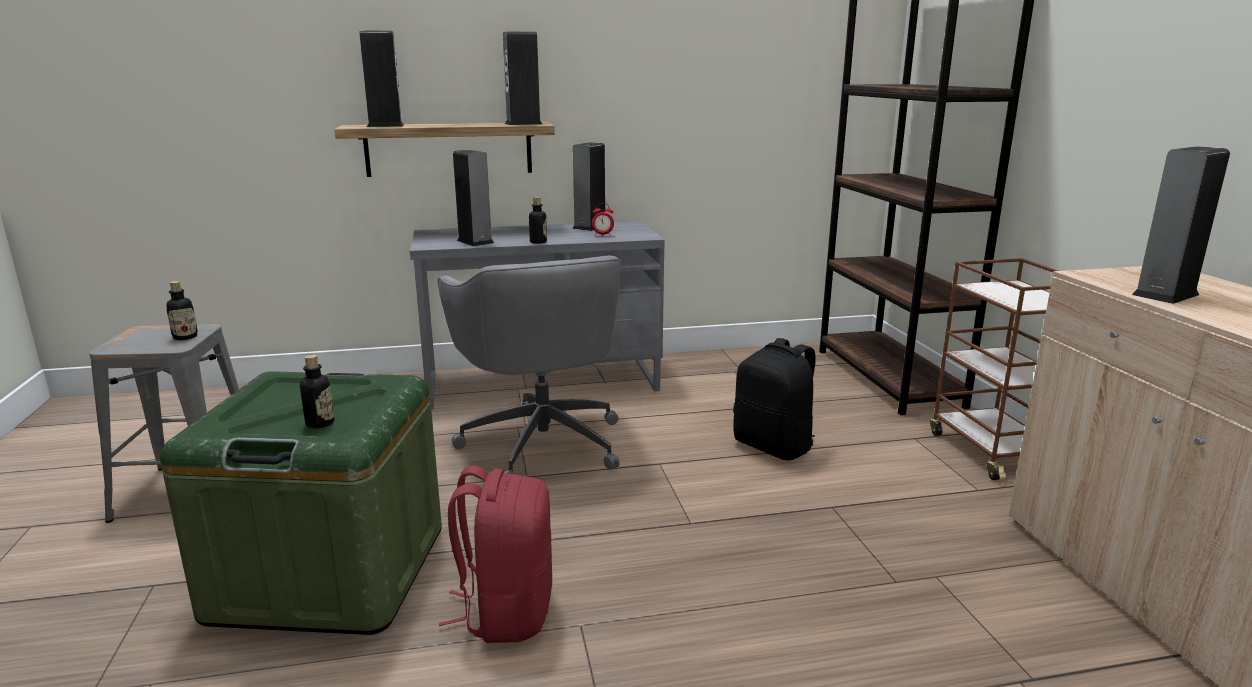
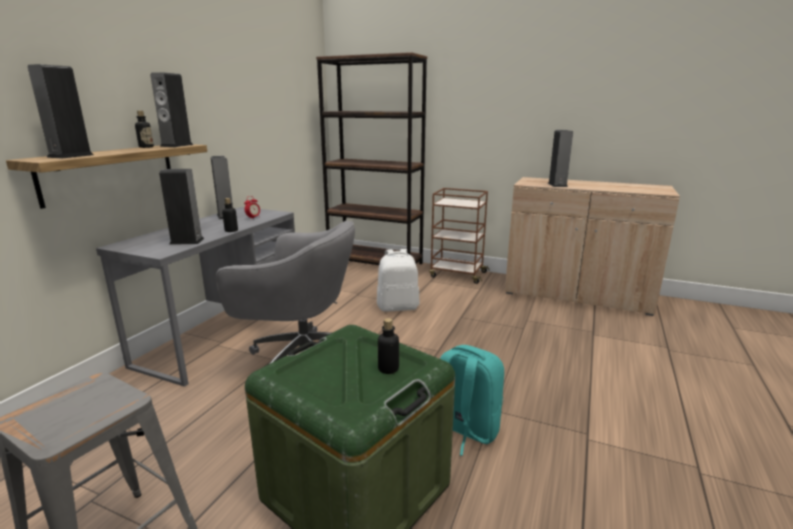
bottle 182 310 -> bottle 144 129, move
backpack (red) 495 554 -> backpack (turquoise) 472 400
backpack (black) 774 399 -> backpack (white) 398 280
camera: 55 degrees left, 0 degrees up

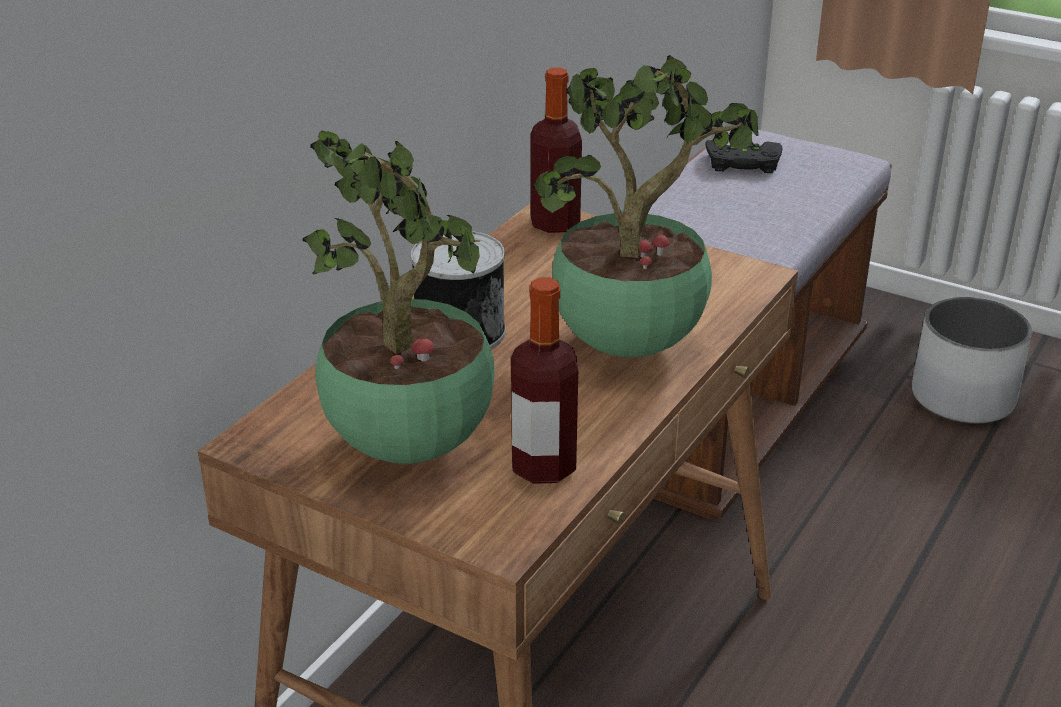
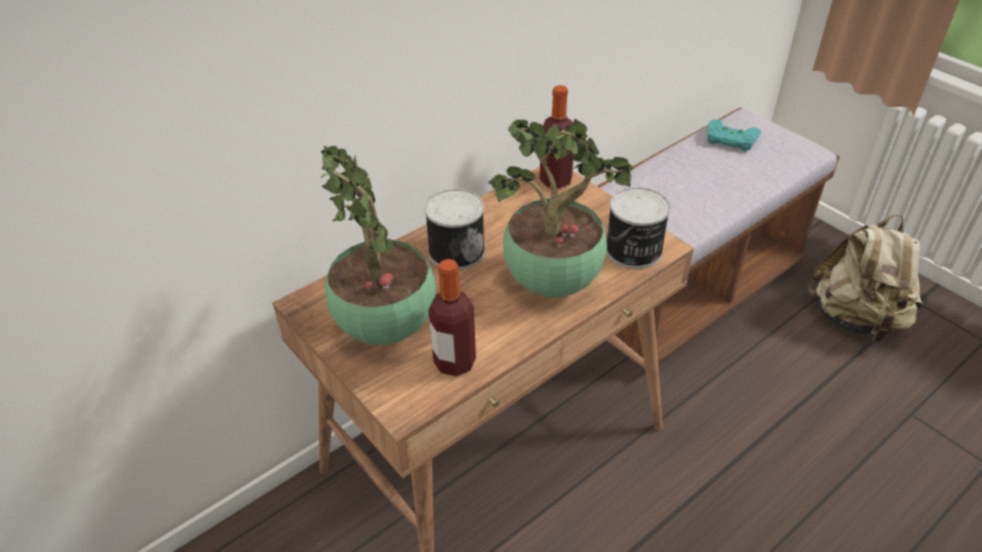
none -> can 638 228
planter (white) 972 360 -> backpack (beige) 865 278
game controller (black) 744 156 -> game controller (turquoise) 734 136
camera: 20 degrees right, 10 degrees up

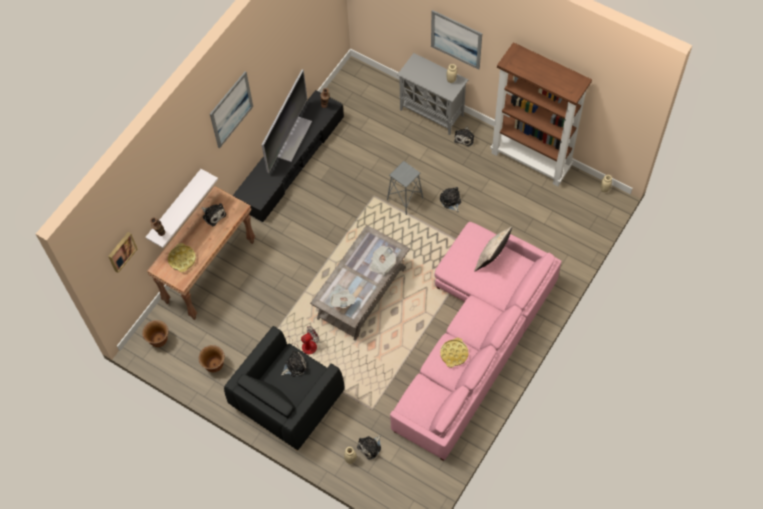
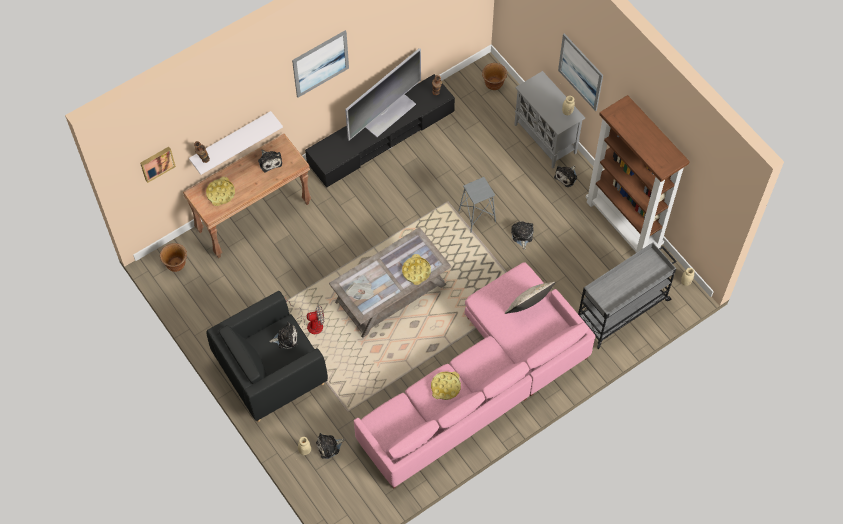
none -> cart (grey) 627 295
planter (brown) 212 358 -> planter (brown) 494 76, move
newspaper 382 260 -> tray (yellow) 416 269
camera: 20 degrees right, 0 degrees up

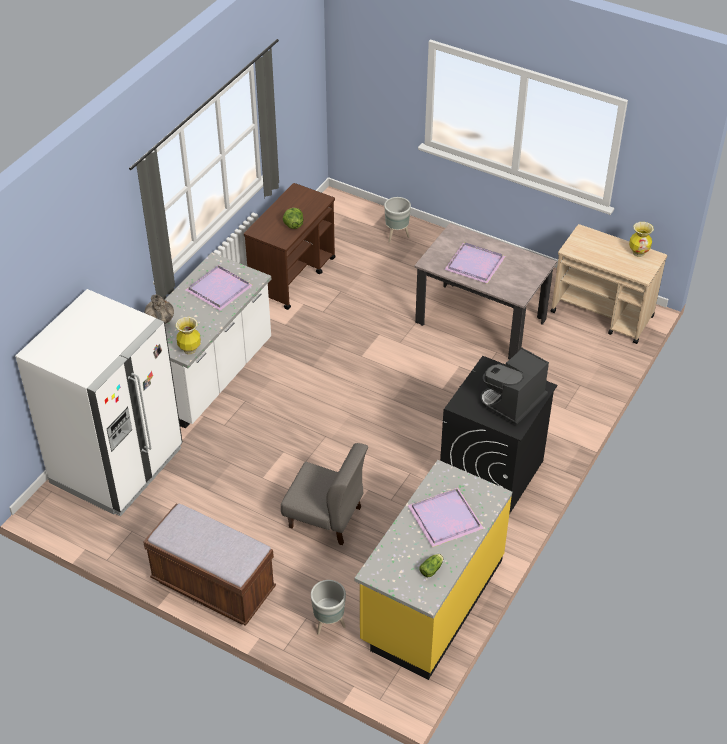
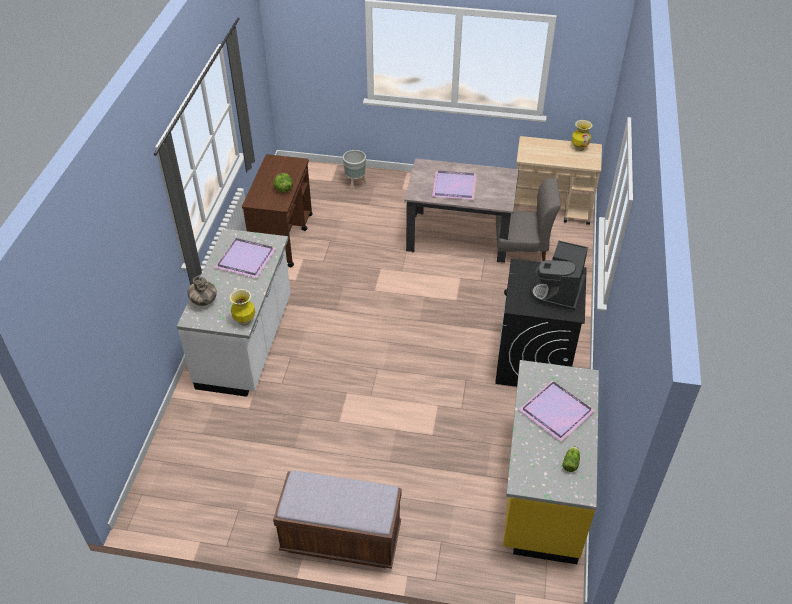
fridge (white) 99 403 -> none
planter (grey) 328 607 -> none
chair (grey) 324 494 -> chair (grey) 528 219, move
camera: 20 degrees left, 0 degrees up

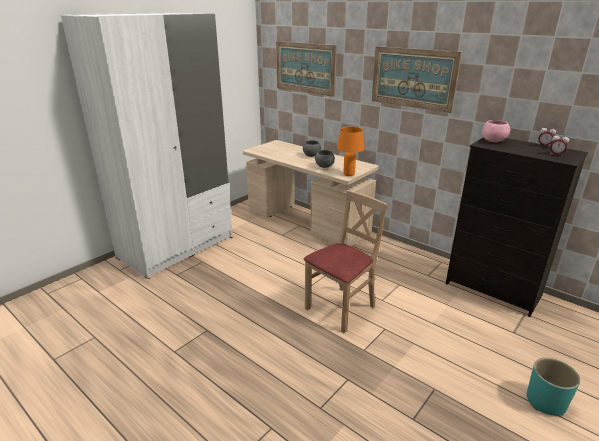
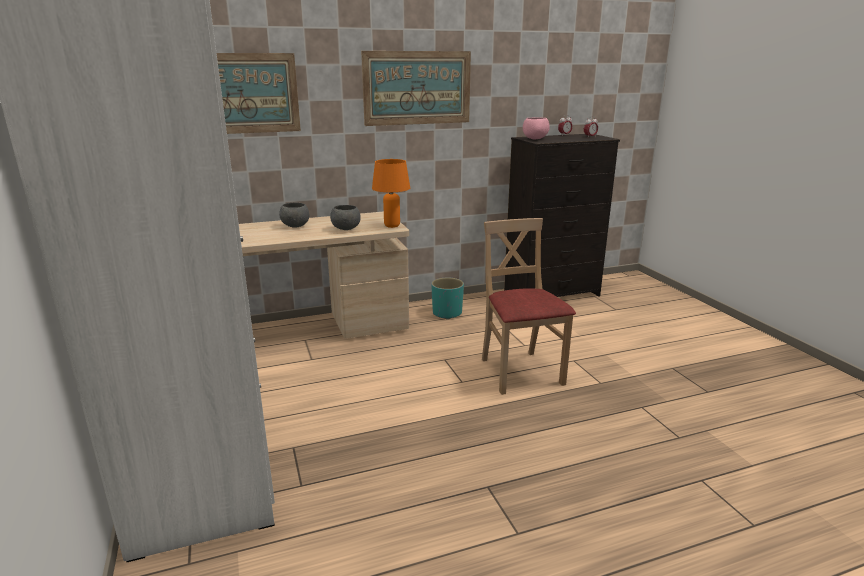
planter (turquoise) 553 387 -> planter (turquoise) 447 299, move
camera: 60 degrees left, 5 degrees down

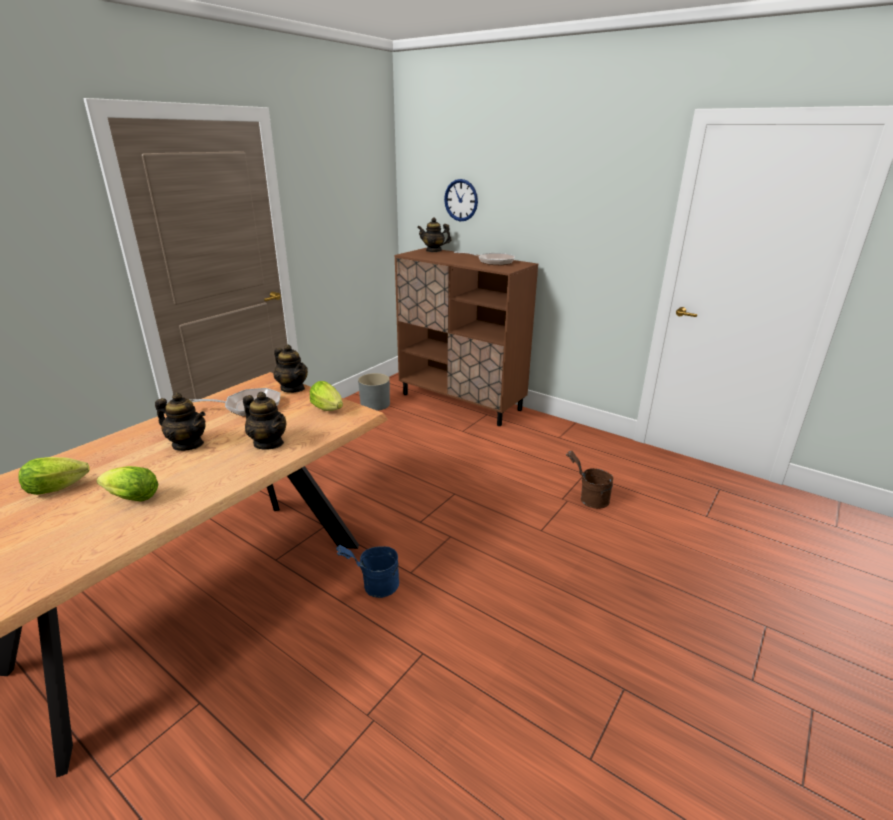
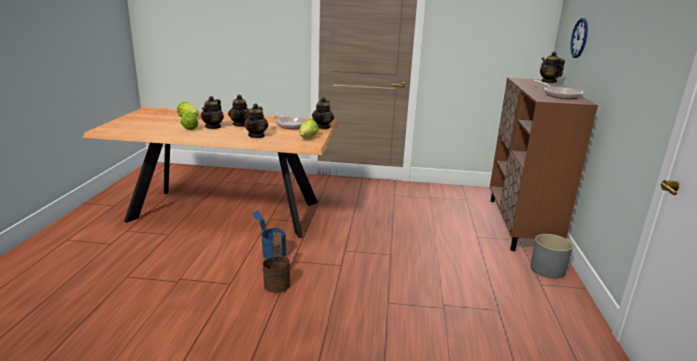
none -> teapot 212 112
planter (grey) 374 392 -> planter (grey) 551 256, move
bucket (brown) 589 479 -> bucket (brown) 276 262, move
camera: 60 degrees right, 5 degrees down

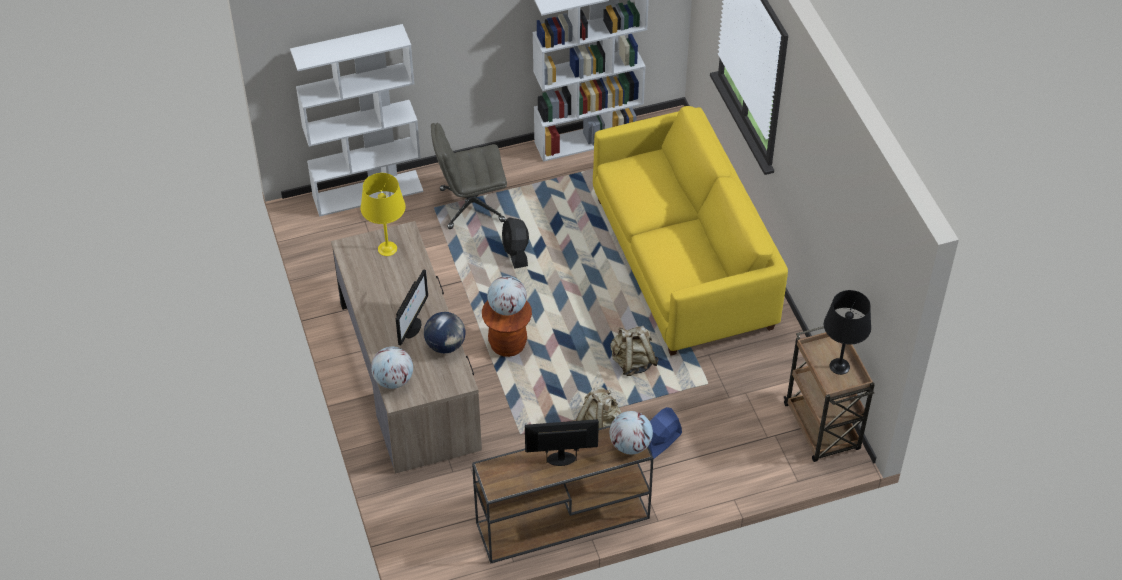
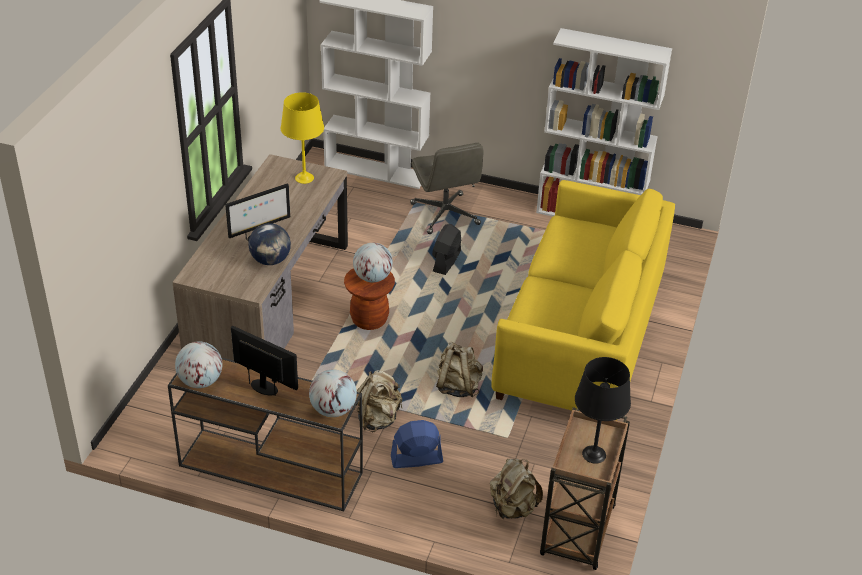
none -> backpack (beige) 516 488
globe 392 368 -> globe 198 364, move
office chair (grey) 469 176 -> office chair (grey) 447 188, 135 degrees counterclockwise
camera: 35 degrees right, 10 degrees down

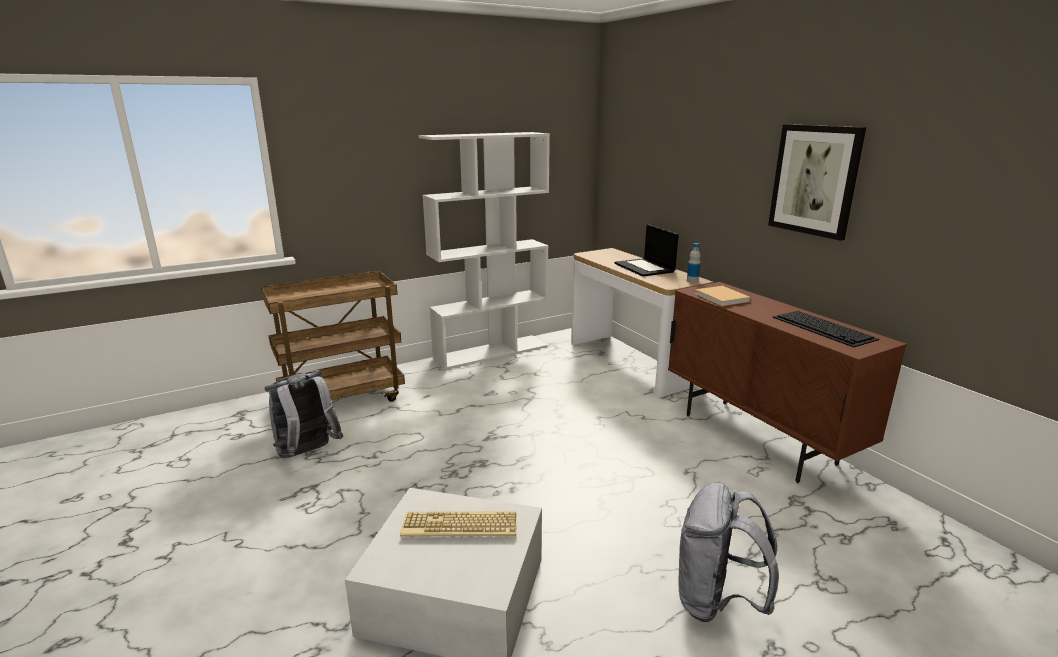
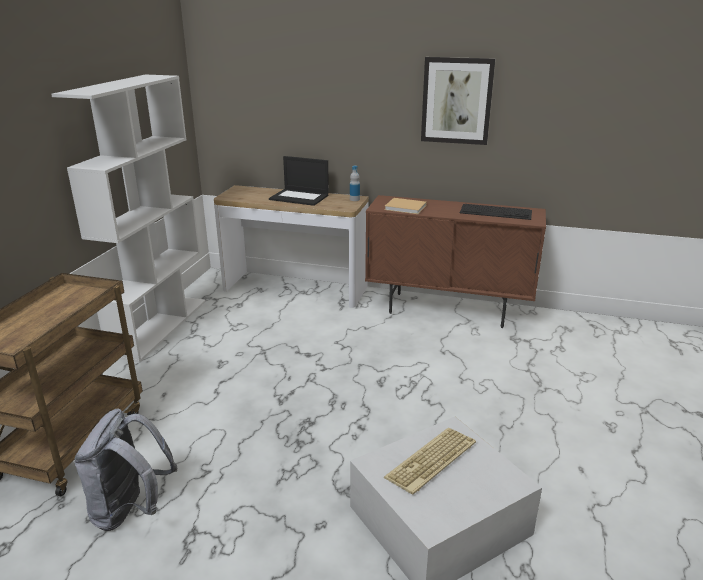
backpack (grey) 728 552 -> none
camera: 45 degrees left, 5 degrees up

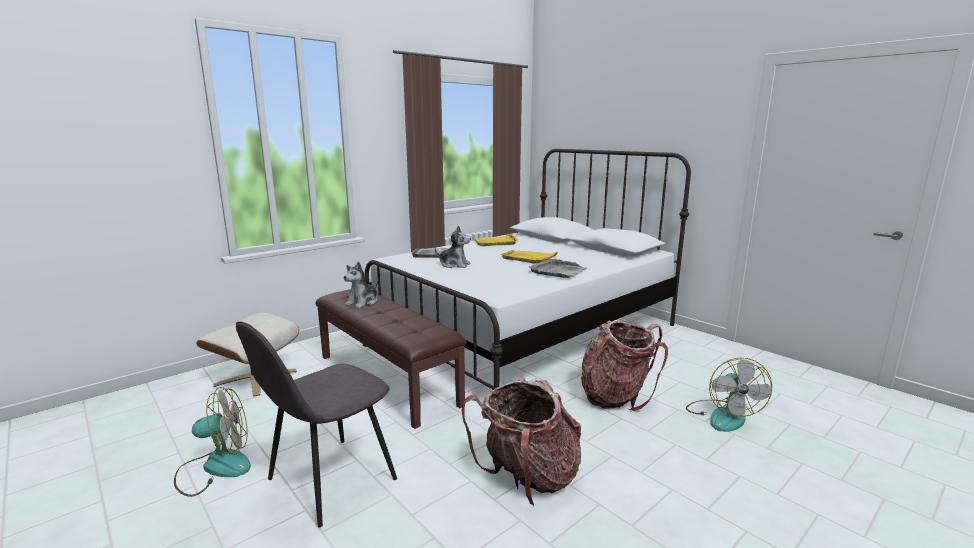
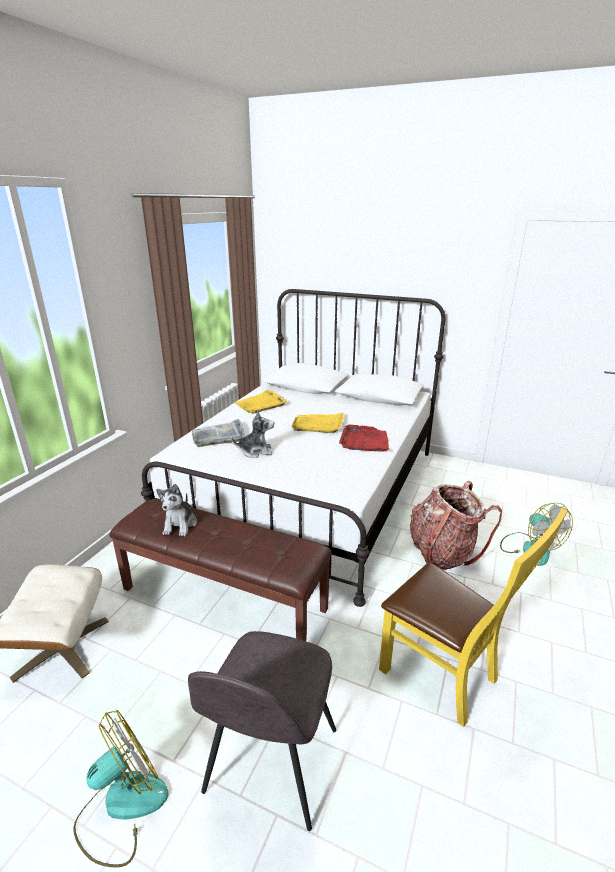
backpack 521 442 -> chair (yellow) 473 617
tray (grey) 558 268 -> tray (red) 364 438
camera: 25 degrees left, 10 degrees up

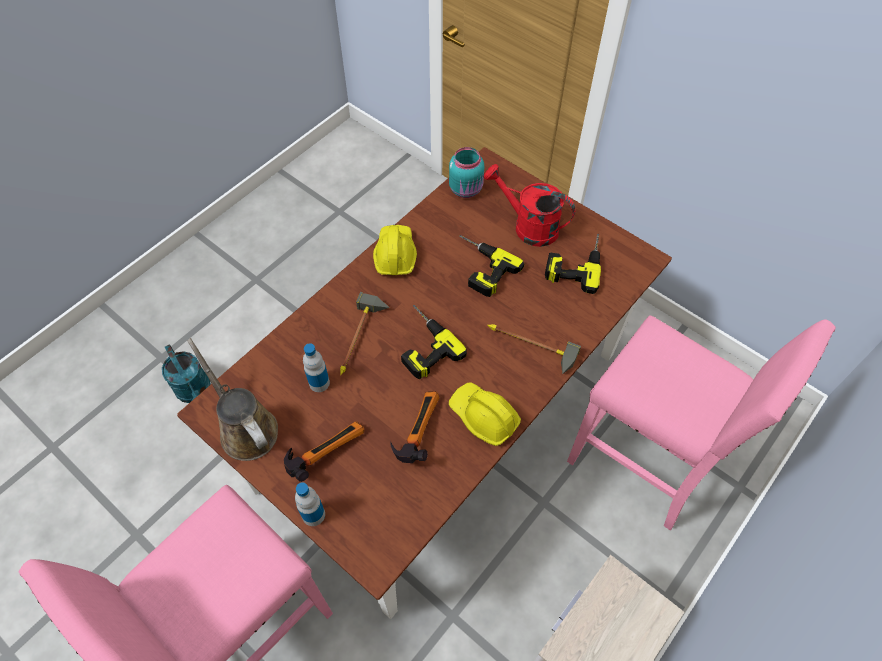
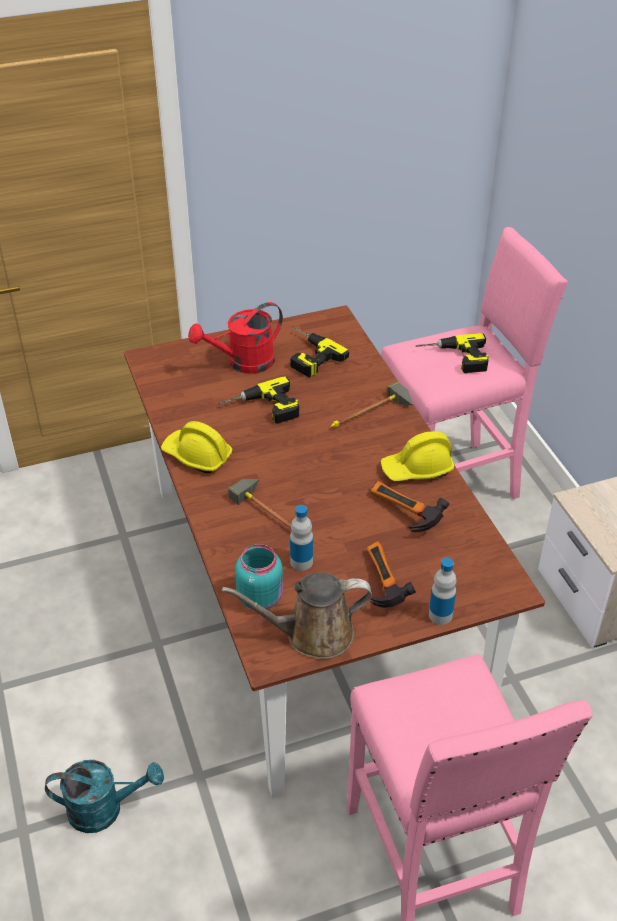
power drill 434 342 -> power drill 452 353, move
jar (turquoise) 466 172 -> jar (turquoise) 259 577, move
camera: 60 degrees left, 15 degrees down

